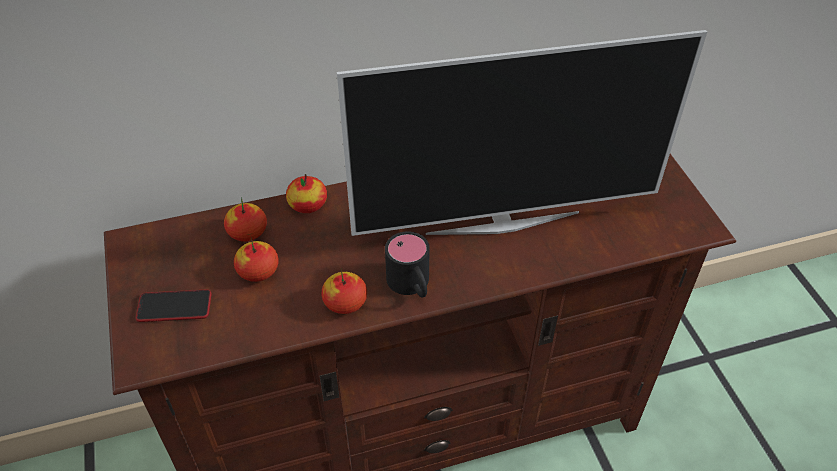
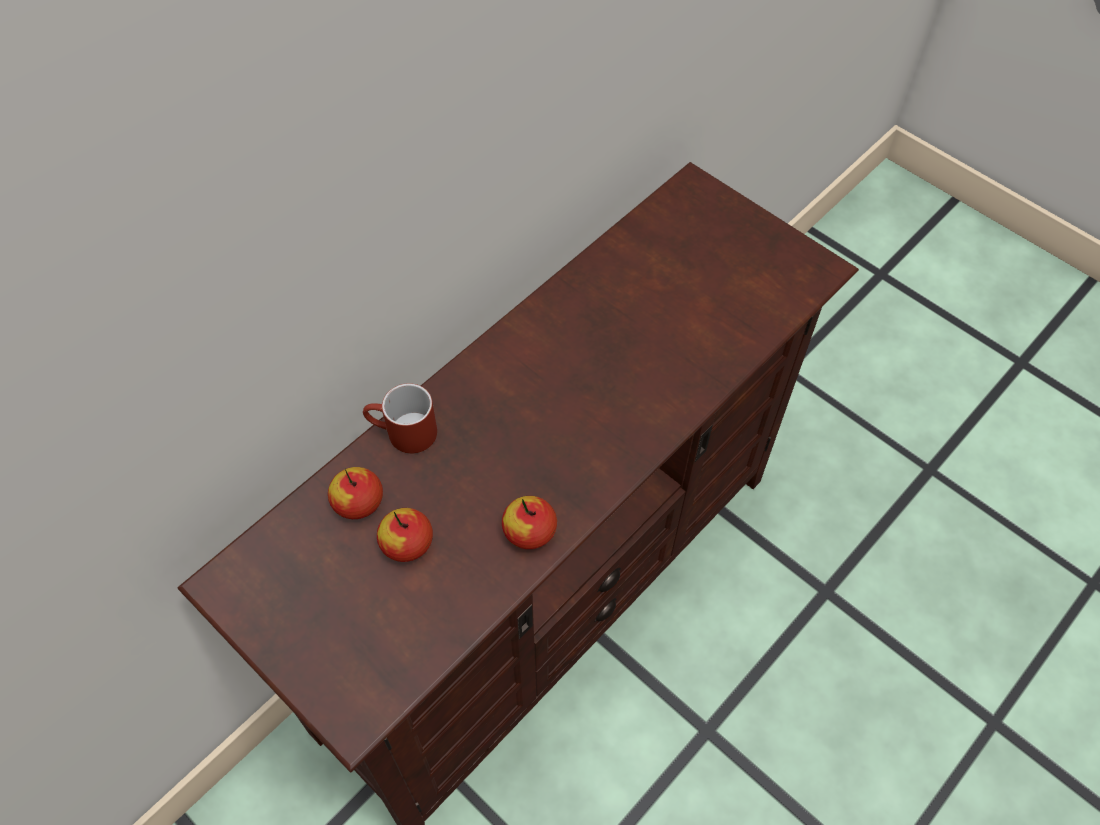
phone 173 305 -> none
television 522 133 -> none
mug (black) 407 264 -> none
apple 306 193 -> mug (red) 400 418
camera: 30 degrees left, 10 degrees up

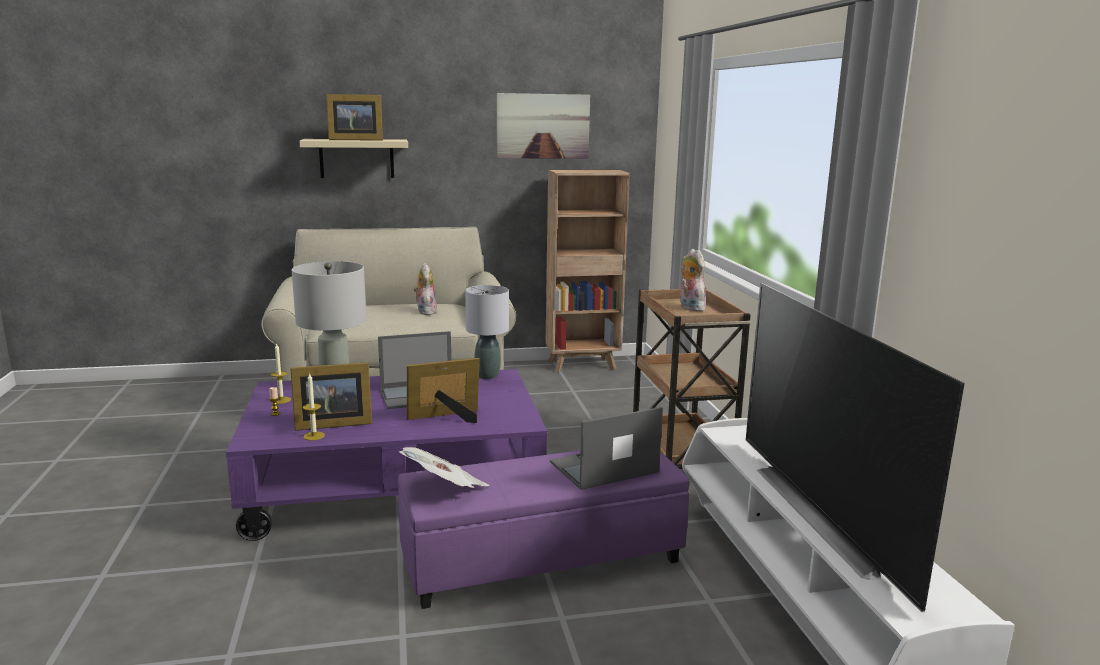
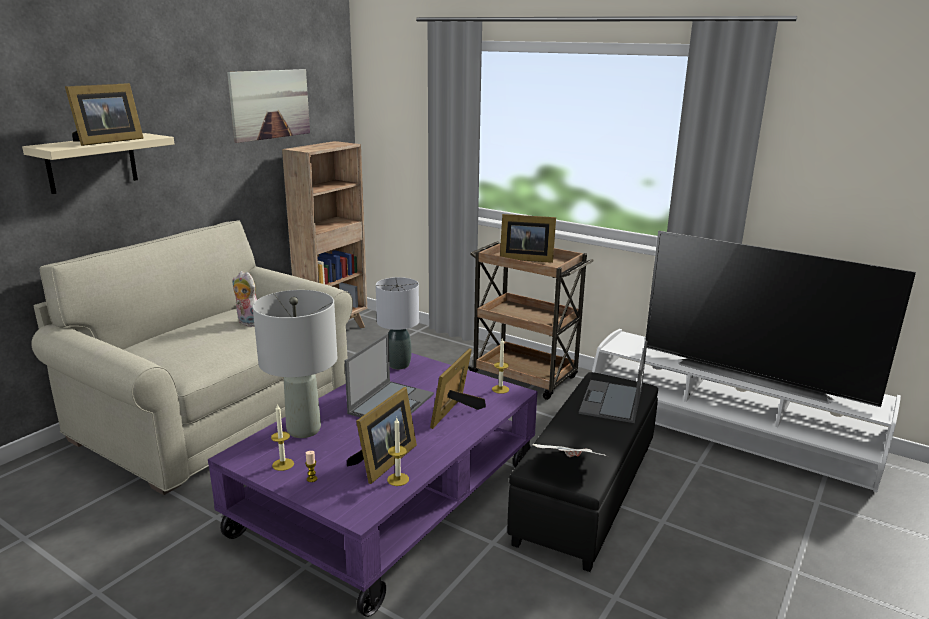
none -> candle 500 365
plush toy 693 280 -> picture frame 528 238
ottoman (purple) 543 529 -> ottoman (black) 582 472
camera: 45 degrees left, 5 degrees up

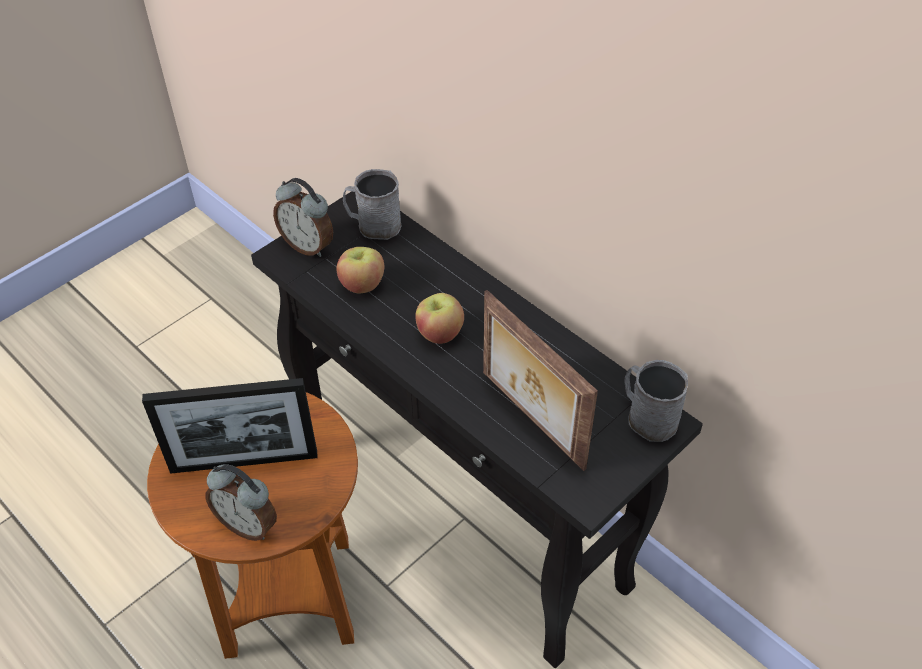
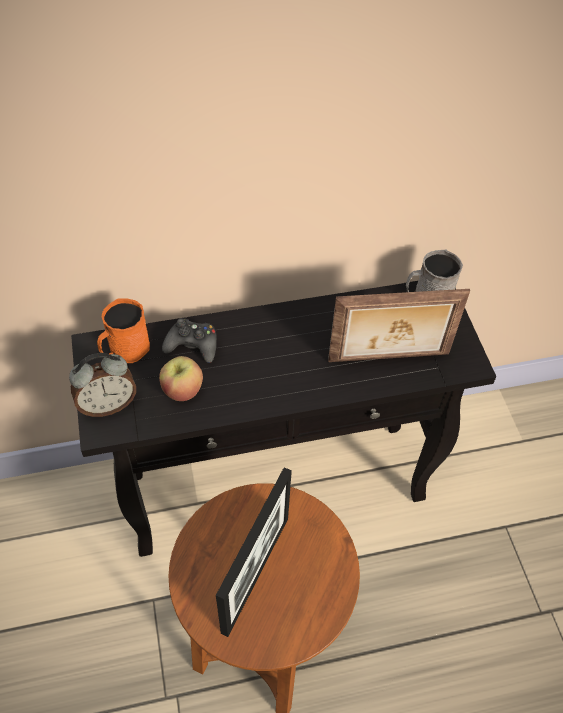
alarm clock 241 502 -> none
apple 439 318 -> none
none -> game controller (black) 189 340
mug (grey) 372 204 -> mug (orange) 123 331
camera: 60 degrees left, 5 degrees up

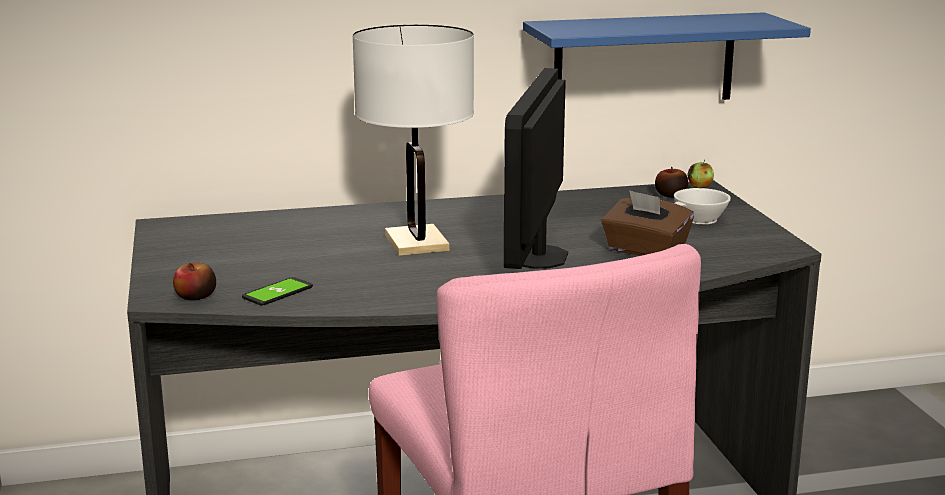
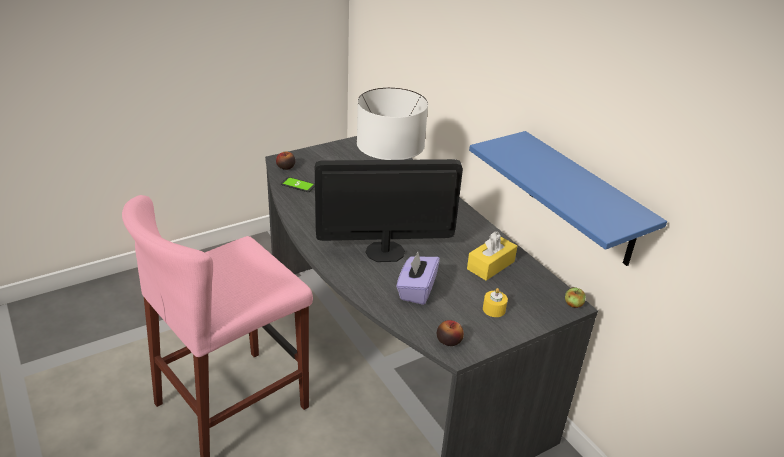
none -> tissue box (yellow) 492 256
apple 671 182 -> apple 450 333, move
cup (white) 702 206 -> candle (yellow) 495 302
tissue box (brown) 647 223 -> tissue box (purple) 418 278
camera: 70 degrees right, 15 degrees up

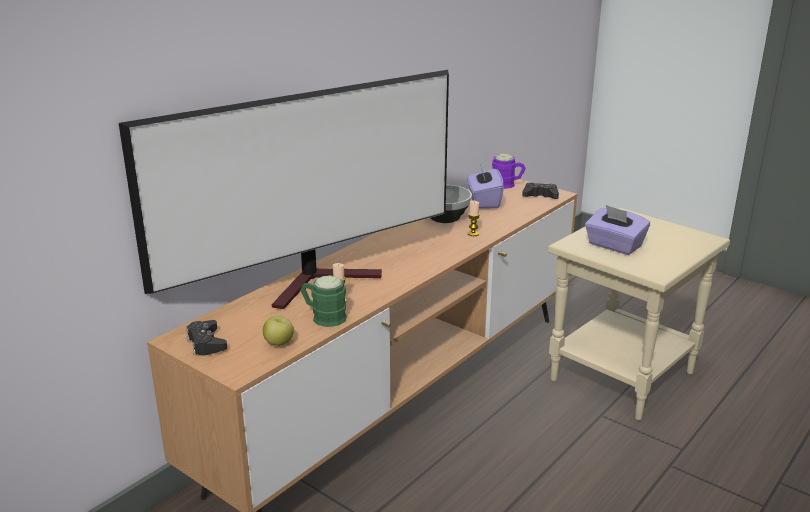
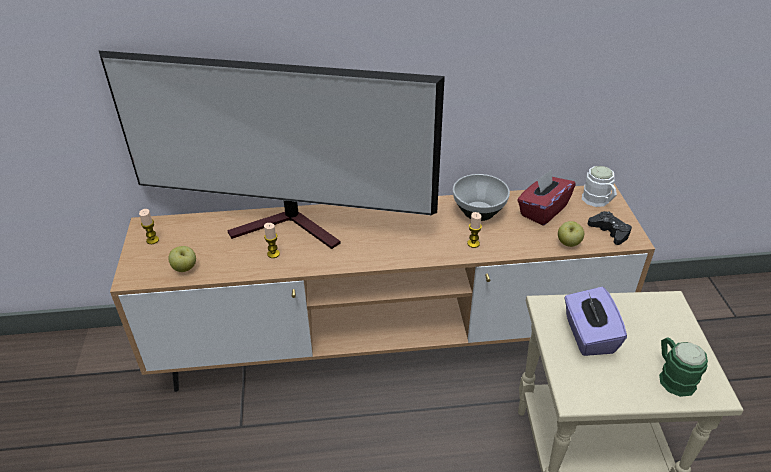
none -> apple 571 234
mug (green) 323 301 -> mug (green) 683 367, move
game controller (black) 206 338 -> candle 149 226
tissue box (purple) 485 186 -> tissue box (red) 546 197
mug (purple) 509 171 -> mug (white) 599 186
camera: 45 degrees right, 15 degrees up

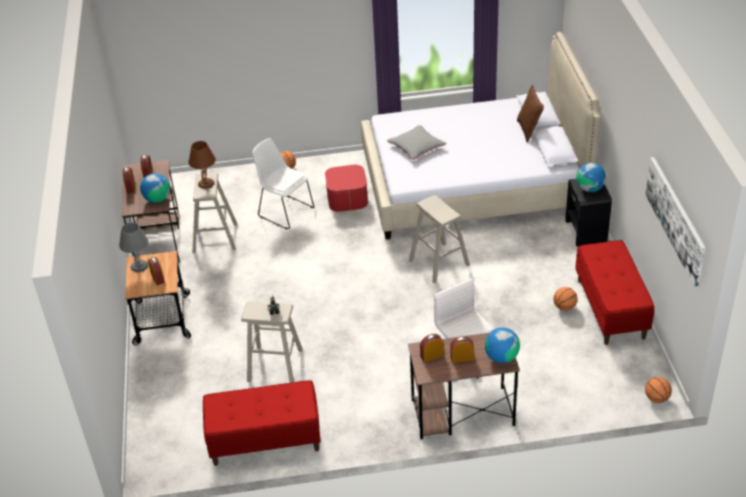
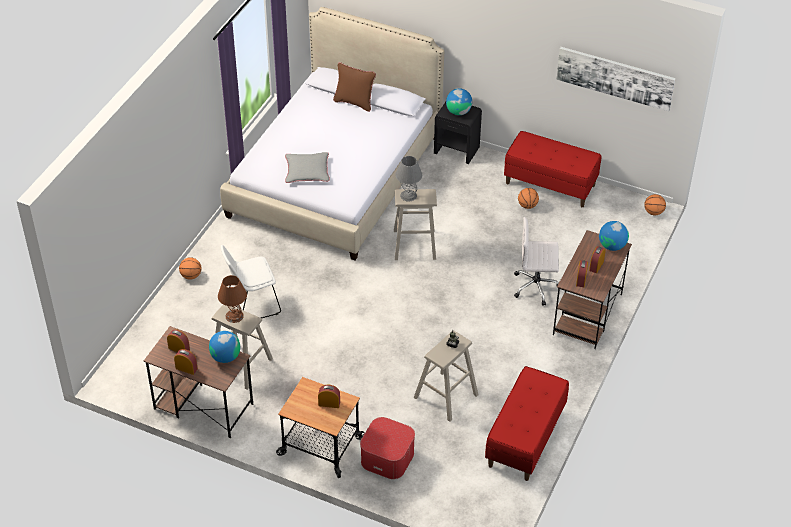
table lamp (grey) 134 247 -> table lamp (grey) 408 179, move
ottoman 346 188 -> ottoman 387 448, move
camera: 60 degrees left, 5 degrees up

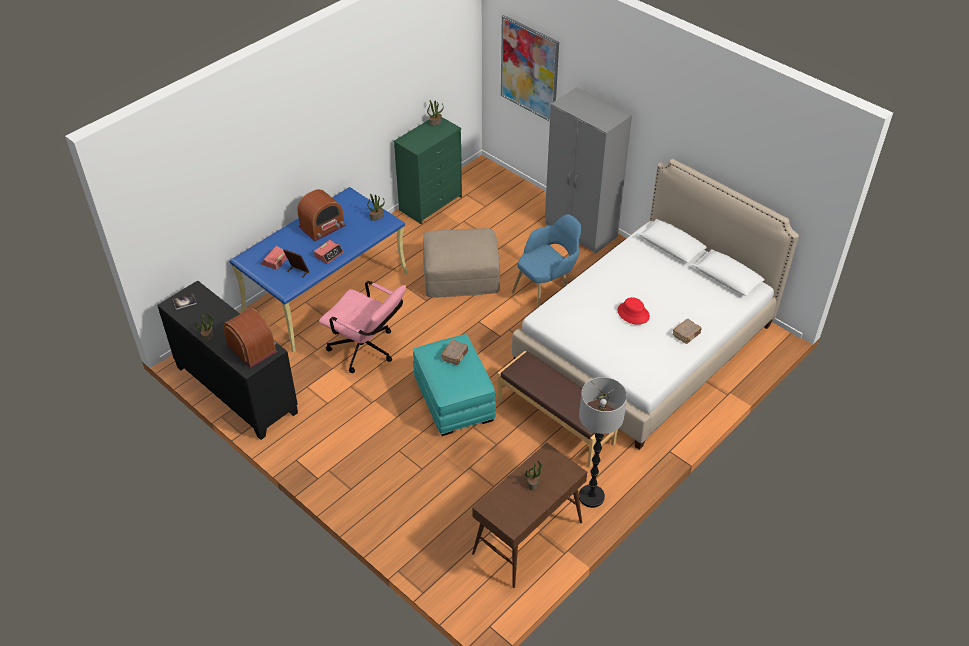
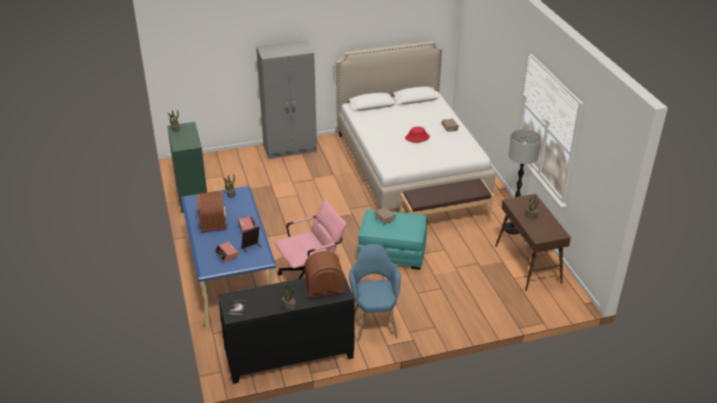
ottoman (beige) 461 263 -> none
picture 530 68 -> none
armchair (blue) 546 261 -> armchair (blue) 375 292, move
camera: 60 degrees left, 10 degrees down

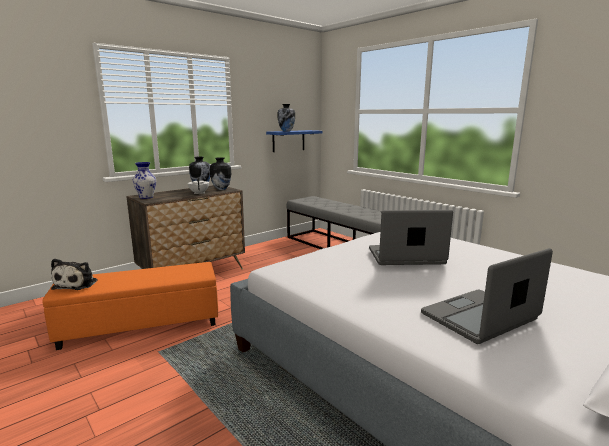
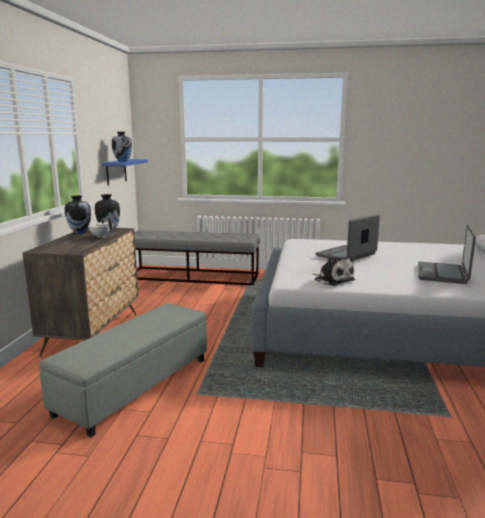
vase 144 180 -> none
plush toy 74 274 -> plush toy 333 270, move
ottoman (orange) 130 306 -> ottoman (grey) 123 370
camera: 40 degrees left, 0 degrees up

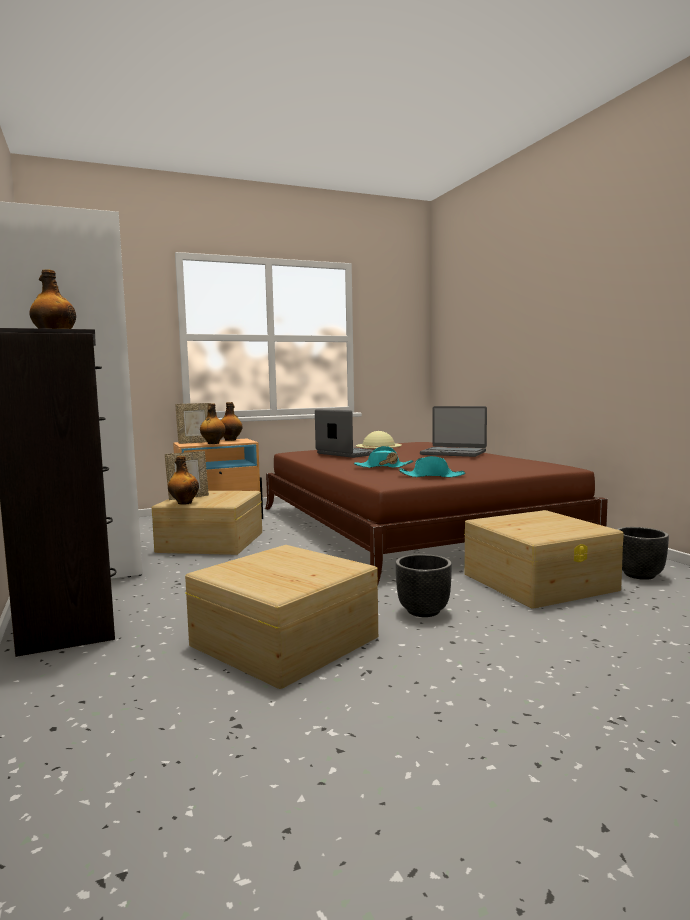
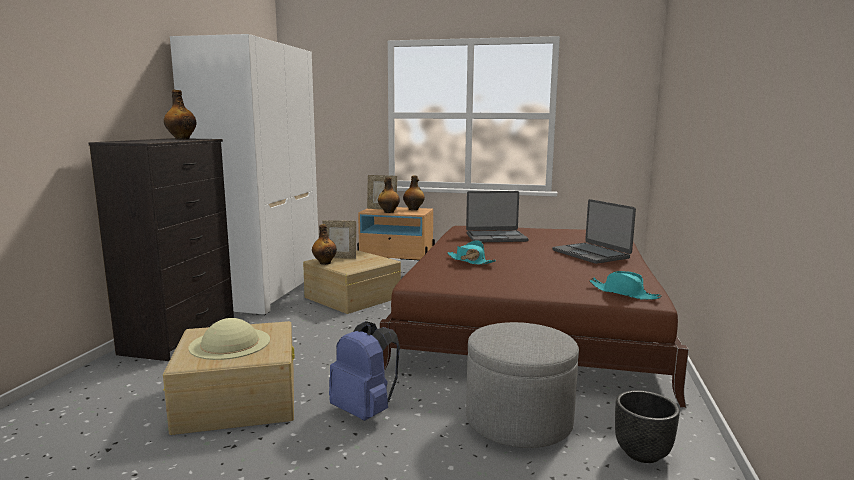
hat (beige) 379 439 -> hat (beige) 229 339, move
hat (turquoise) 431 467 -> hat (turquoise) 625 285, move
planter (black) 423 585 -> backpack (blue) 364 371
storage box (beige) 544 559 -> ottoman (grey) 522 385
laptop 344 433 -> laptop 497 216, 90 degrees clockwise
camera: 35 degrees right, 5 degrees up

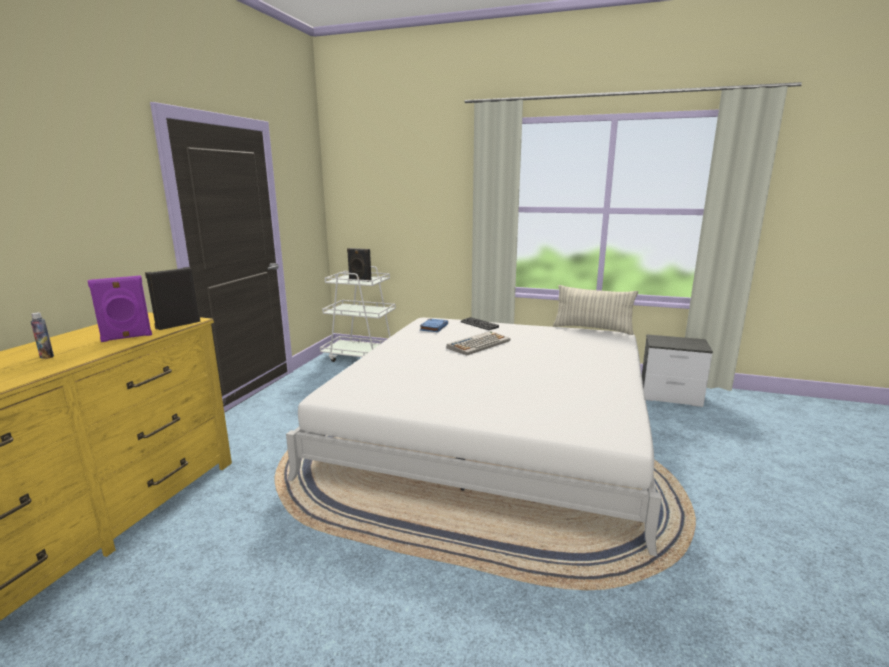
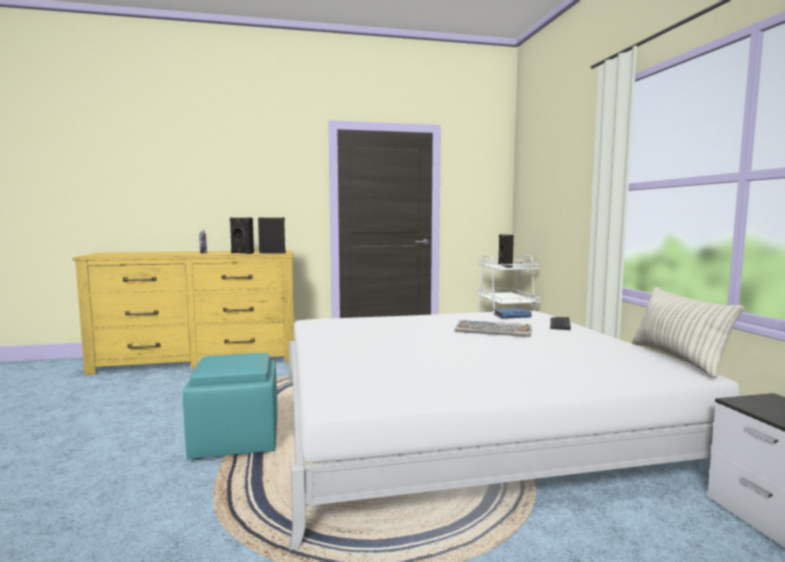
none -> ottoman (turquoise) 230 406
speaker (purple) 120 308 -> speaker (black) 242 235
camera: 60 degrees right, 10 degrees down

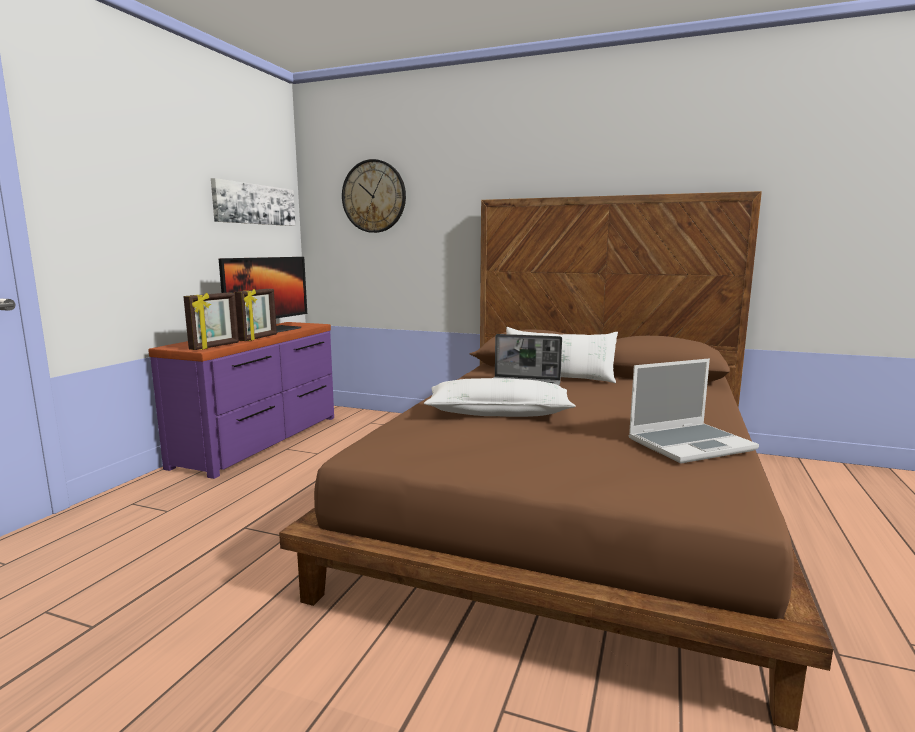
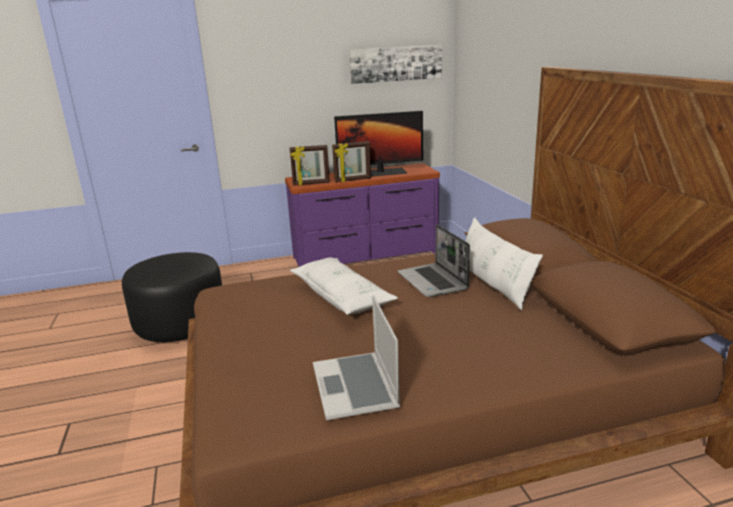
wall clock 374 196 -> none
none -> ottoman (black) 172 297
laptop 693 410 -> laptop 356 357, 45 degrees clockwise
camera: 55 degrees right, 10 degrees up

